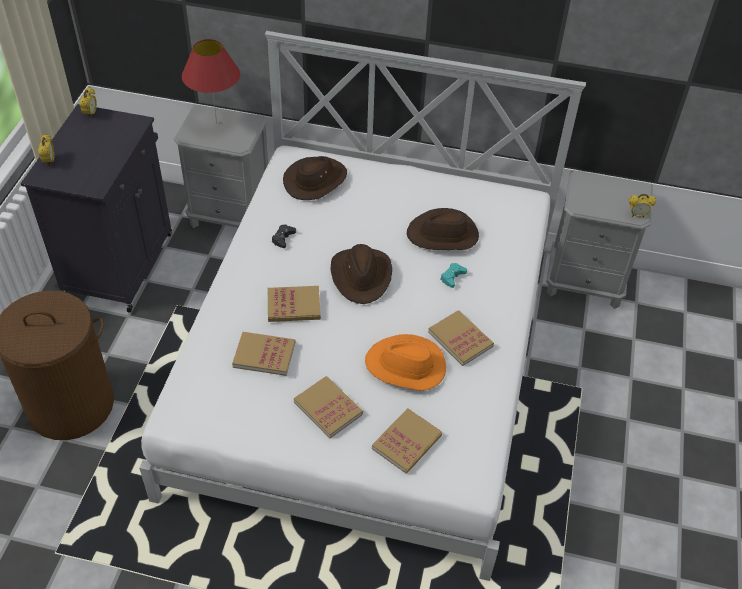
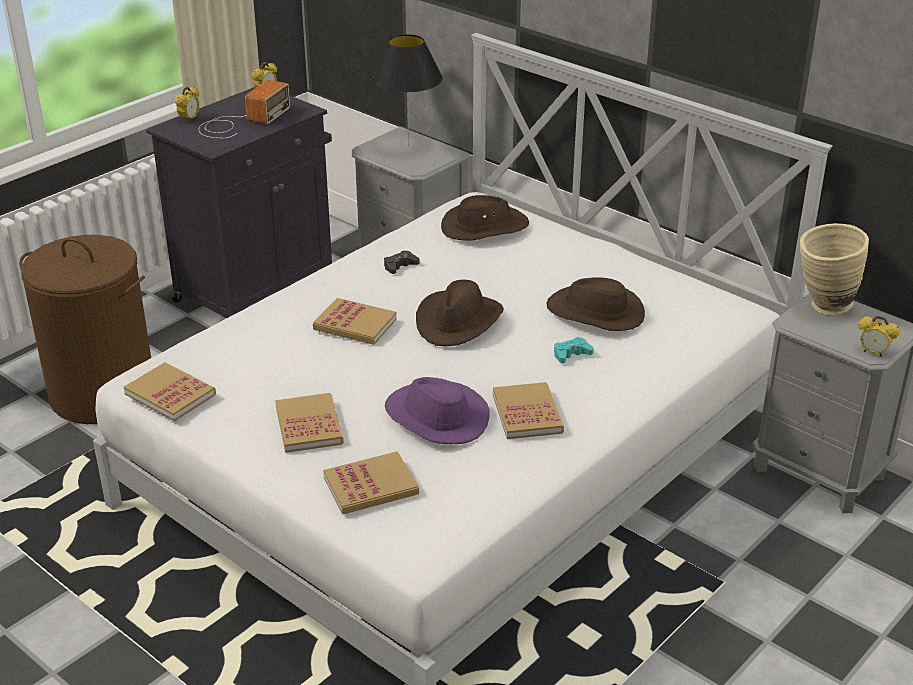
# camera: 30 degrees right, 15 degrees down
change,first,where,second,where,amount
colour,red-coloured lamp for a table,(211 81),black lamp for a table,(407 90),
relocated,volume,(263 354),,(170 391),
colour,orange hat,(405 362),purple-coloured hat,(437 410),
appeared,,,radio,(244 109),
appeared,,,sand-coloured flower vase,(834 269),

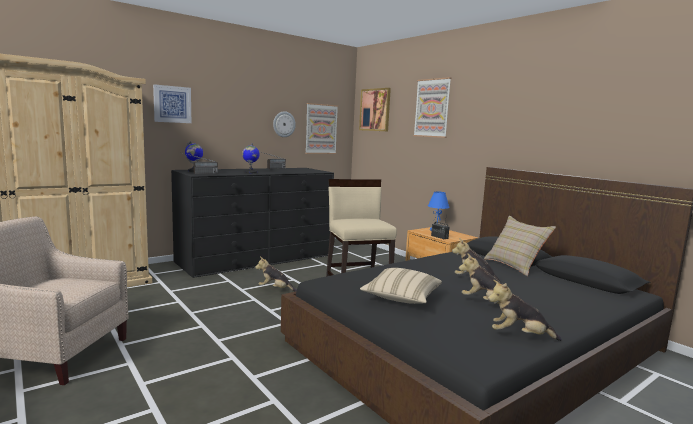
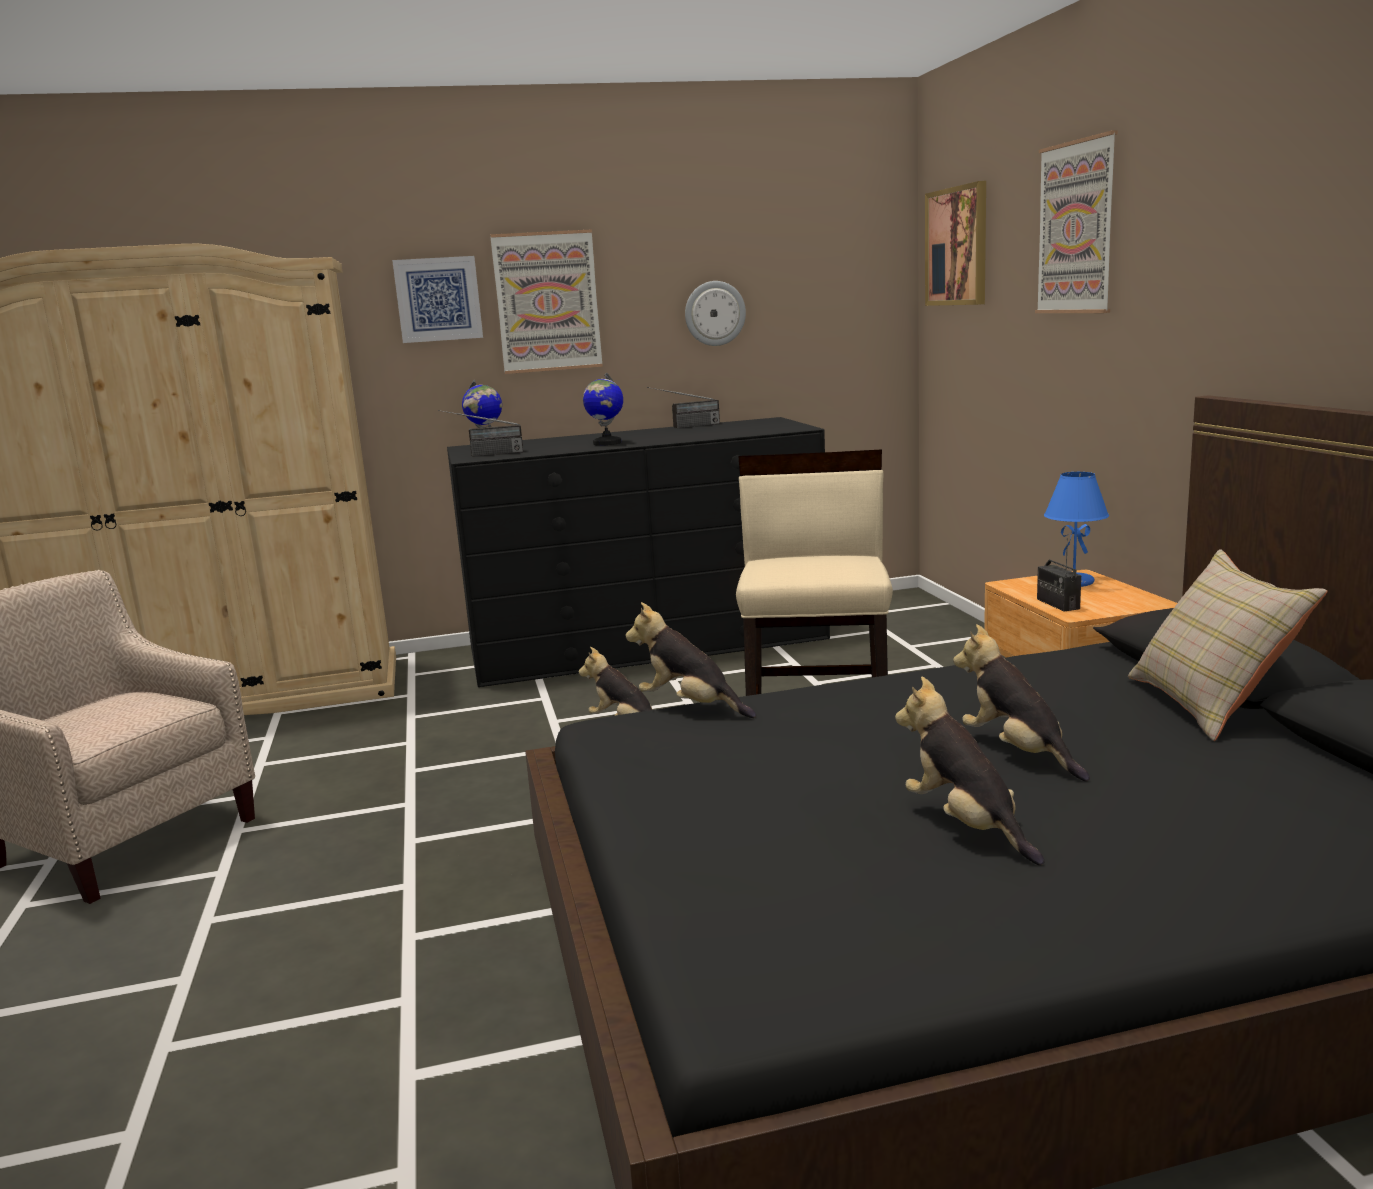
# camera: 25 degrees right, 5 degrees up
change,first,where,second,where,amount
relocated,wall art,(321 128),,(546 301),
missing,sand-coloured cushion,(401 286),,,
relocated,cuddly toy,(525 310),,(691 660),

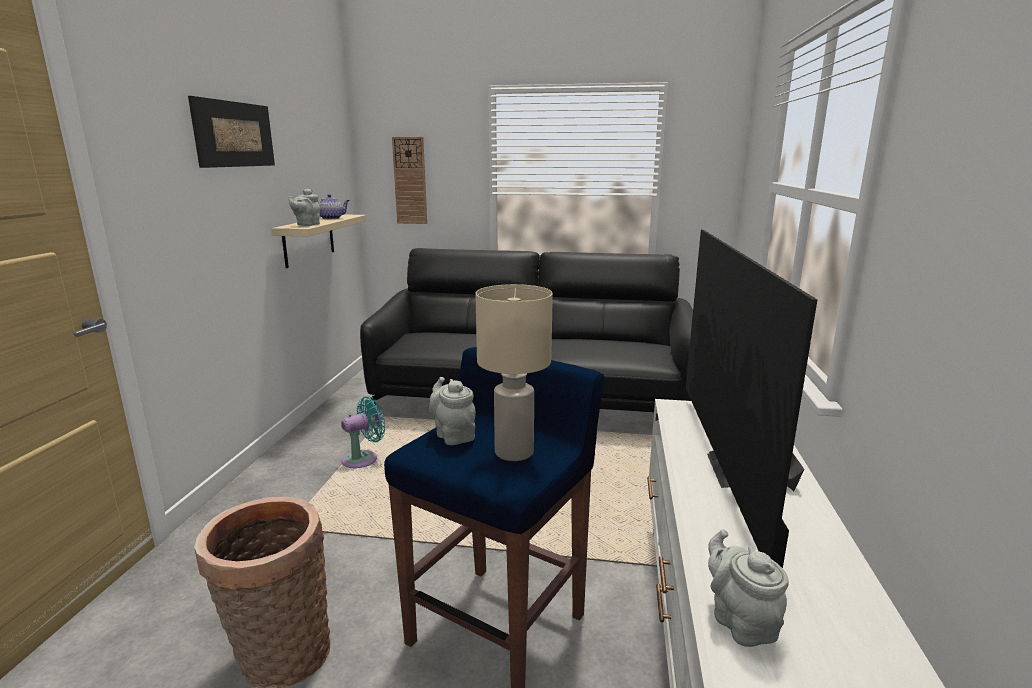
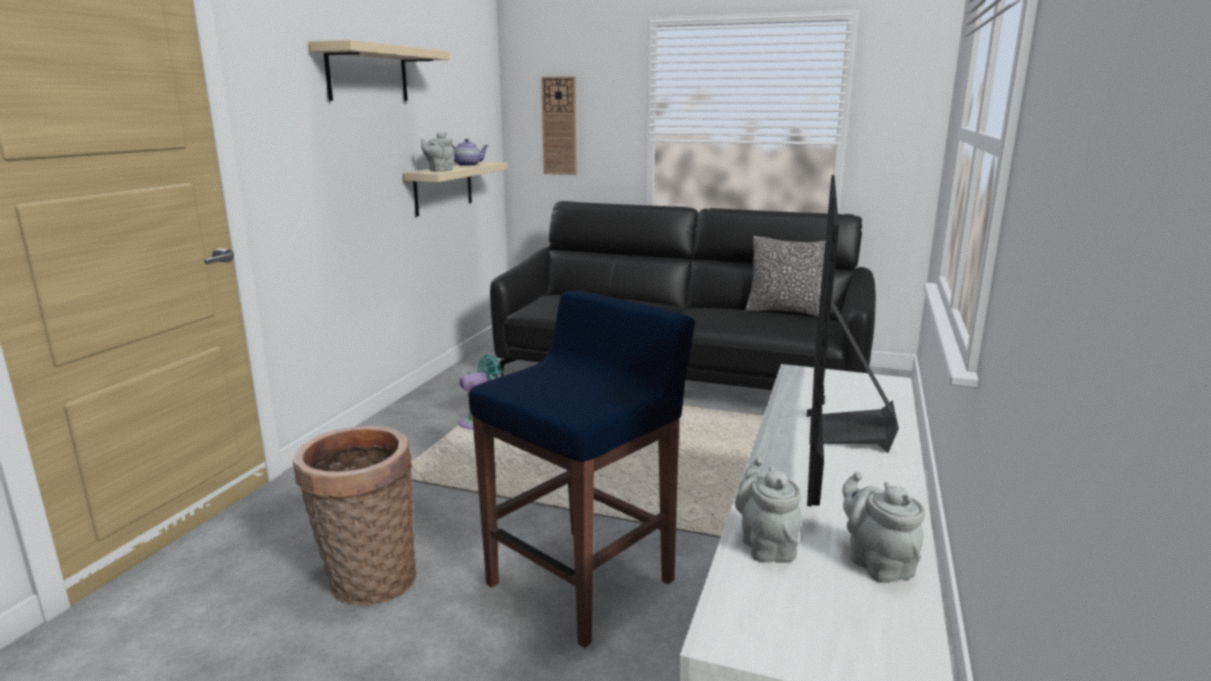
# camera: 10 degrees right, 0 degrees up
change,first,where,second,where,amount
exchanged,wall art,(231 132),sand-coloured bracket shelf,(379 70),
relocated,grey tea pot,(452 411),,(884 527),
missing,sand-coloured lamp for a table,(514 372),,,
appeared,,,cushion,(785 276),

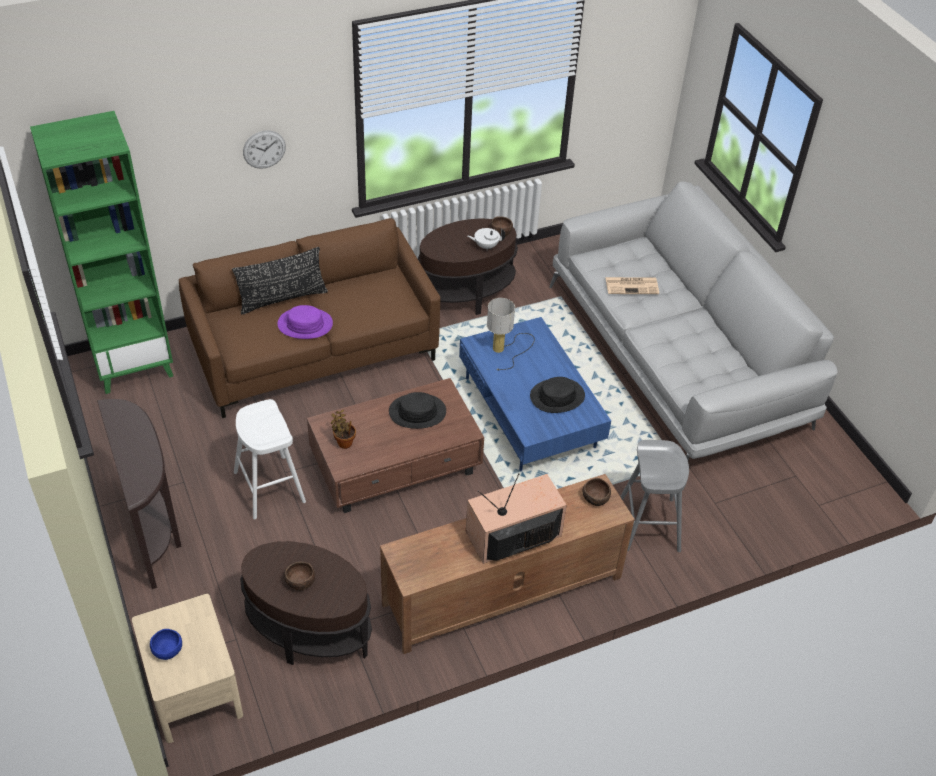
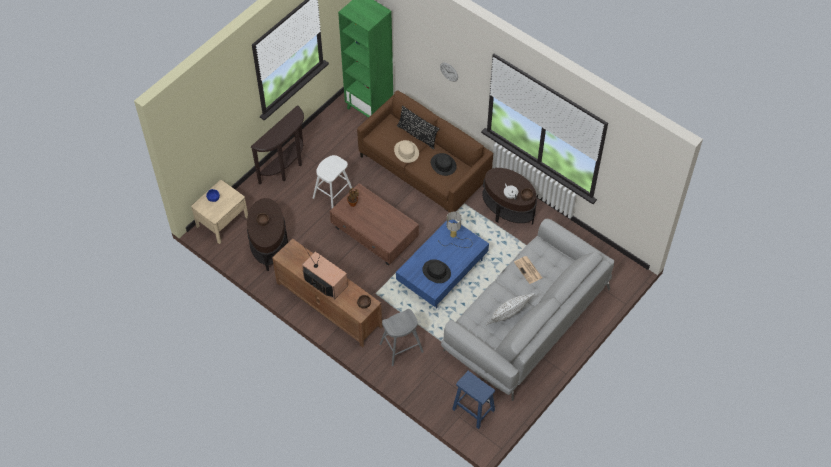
# camera: 65 degrees right, 10 degrees up
change,first,where,second,where,amount
colour,purple-coloured hat,(305 322),sand-coloured hat,(406 151),
relocated,black hat,(417 410),,(444 164),
appeared,,,blue sitting stool,(473 400),
appeared,,,white cushion,(509 309),

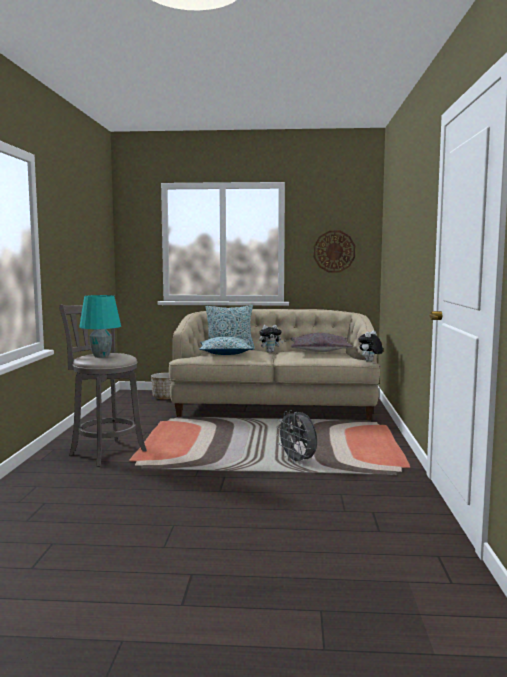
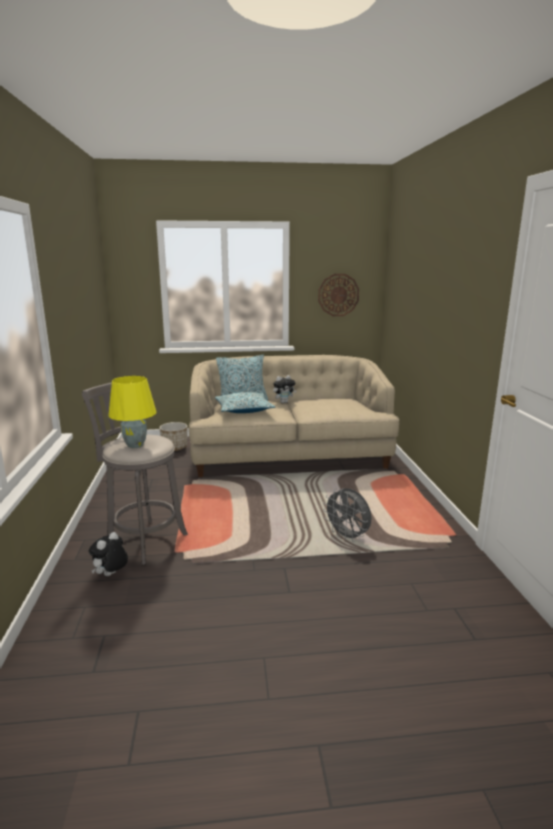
# camera: 10 degrees left, 10 degrees up
change,first,where,second,where,amount
colour,blue-green lamp for a table,(100 326),yellow lamp for a table,(132 412),
missing,grey cushion,(321 342),,,
relocated,cuddly toy,(370 346),,(108 554),

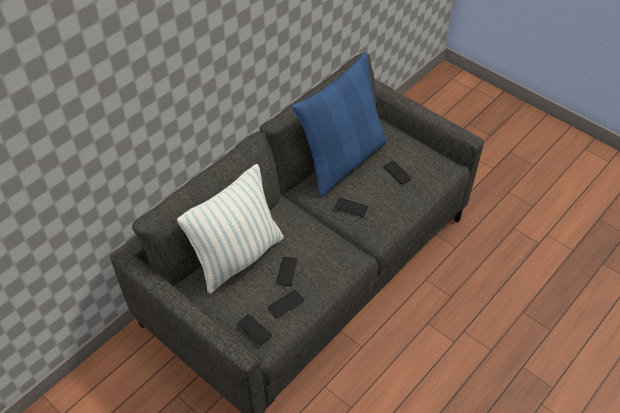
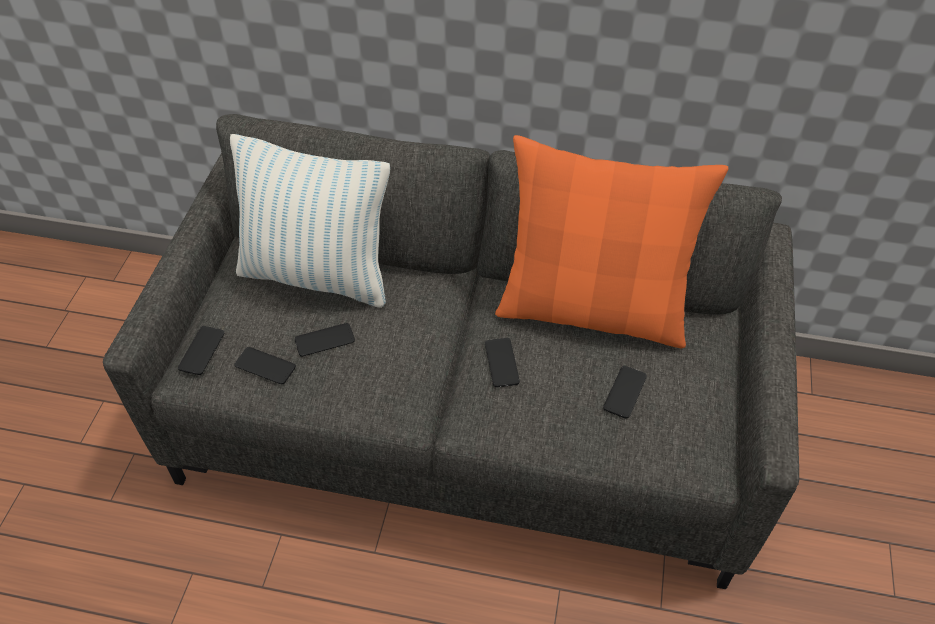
# camera: 60 degrees right, 0 degrees up
change,first,where,second,where,amount
colour,blue cushion,(340 124),orange cushion,(611 241),

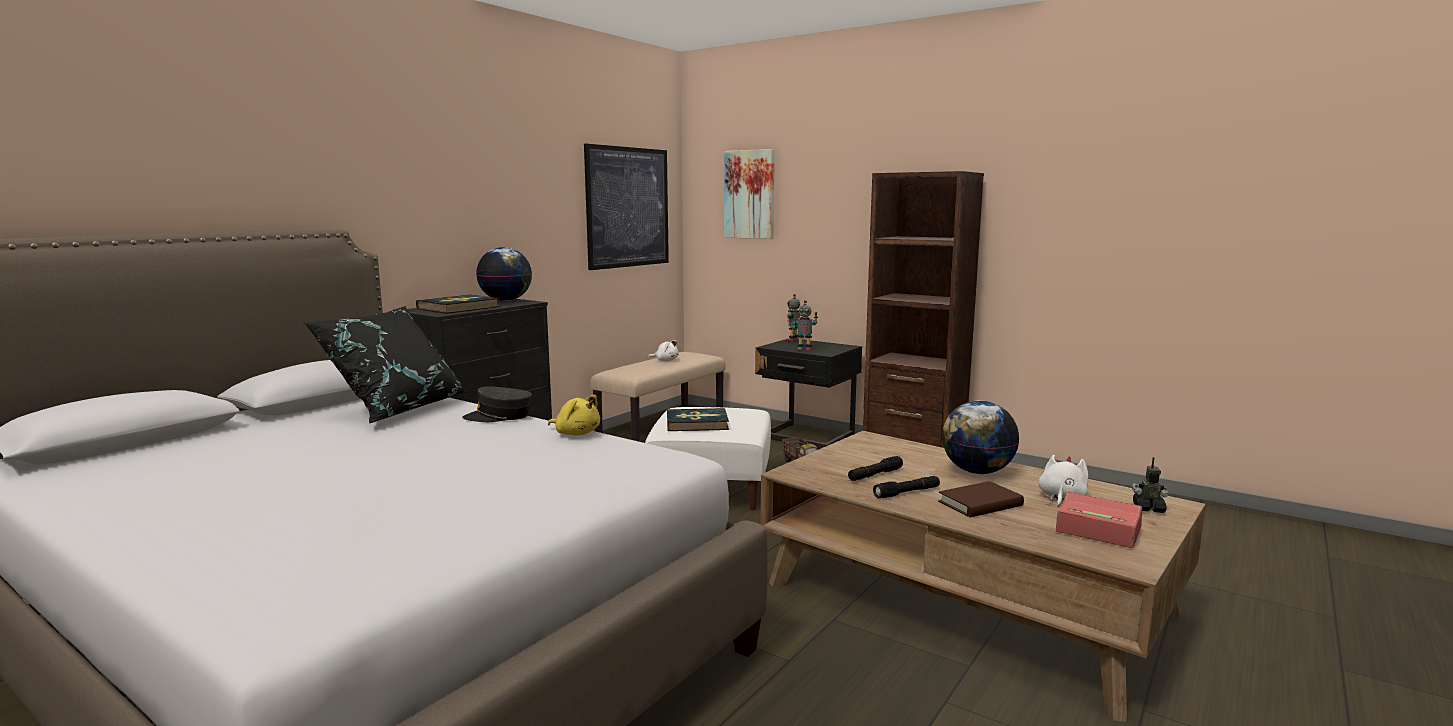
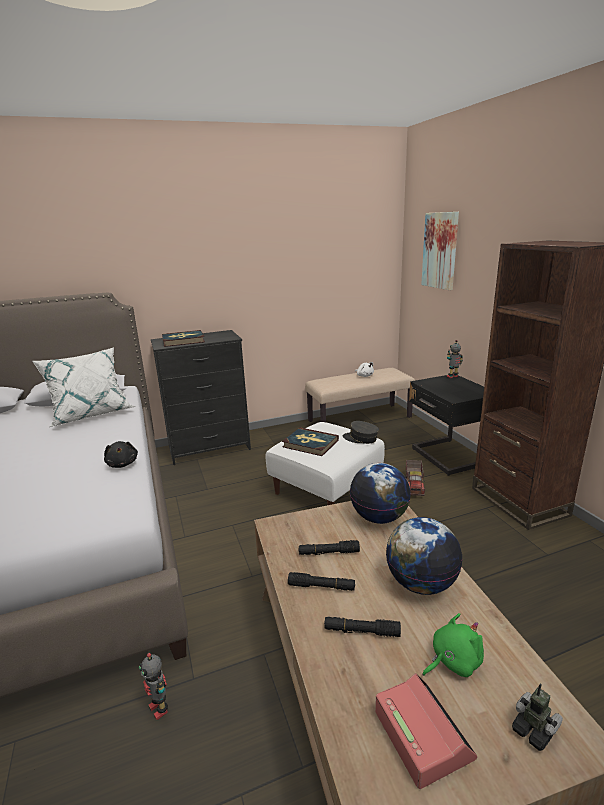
# camera: 35 degrees right, 10 degrees up
change,first,where,second,where,amount
colour,black cushion,(384 364),white cushion,(83 387),
relocated,grey cap,(497 404),,(361 432),
relocated,desk globe,(504 274),,(380 493),
colour,yellow cuddly toy,(574 415),black cuddly toy,(121 454),
missing,wall art,(626 207),,,
relocated,robot figure,(805 325),,(153 686),
exchanged,brownish volume,(981 499),black hand torch,(362 627),
colour,white cuddly toy,(1063 481),green cuddly toy,(453 645),

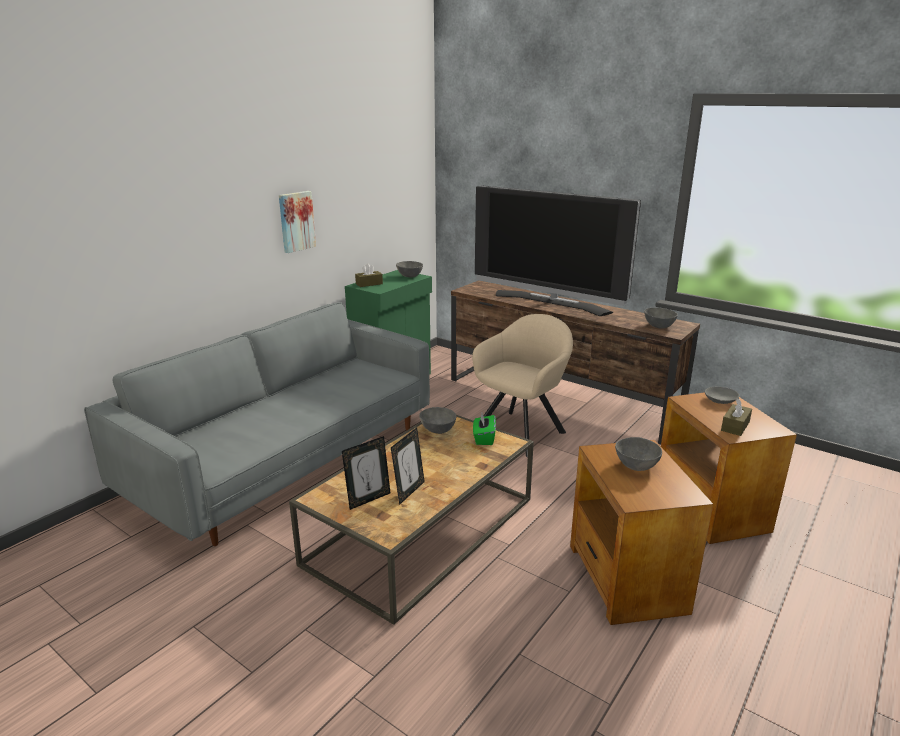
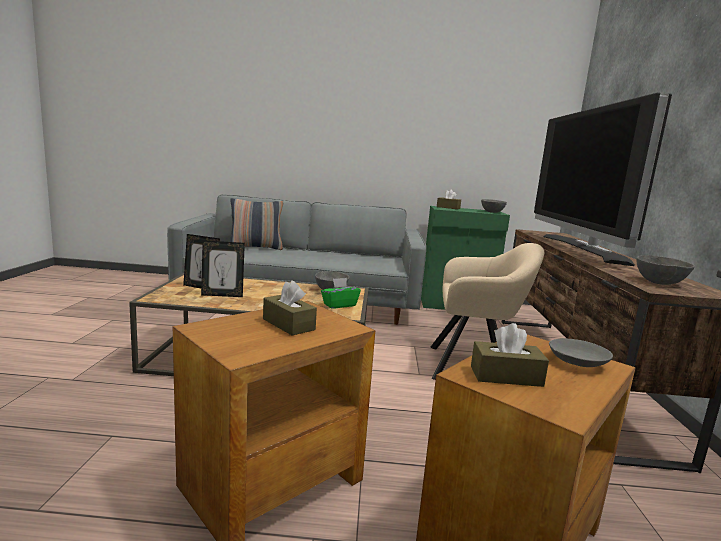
# camera: 55 degrees right, 10 degrees down
change,first,where,second,where,amount
missing,wall art,(297 222),,,
exchanged,grey bowl,(638 454),brownish tissue holder,(290 307),
appeared,,,cushion,(256 224),

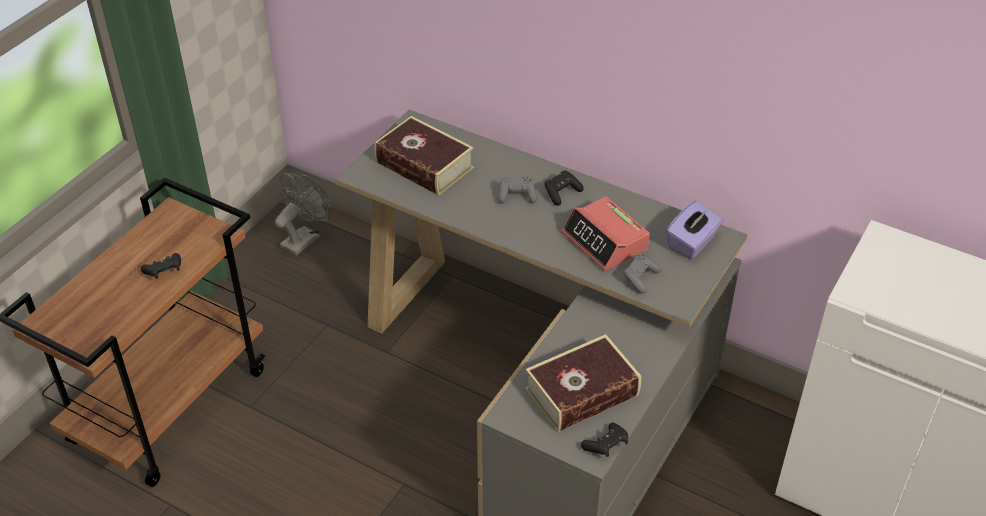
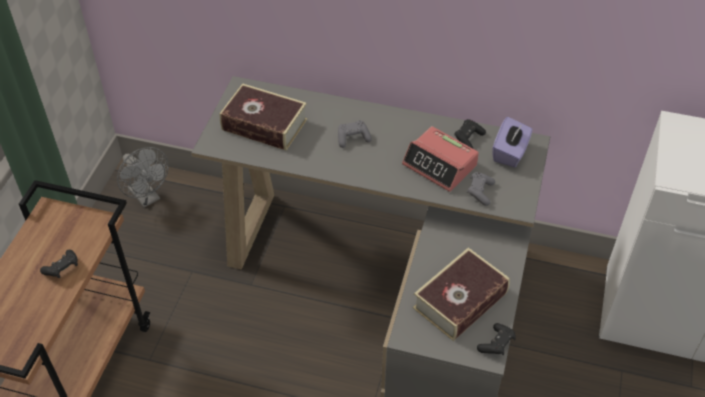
# camera: 15 degrees left, 5 degrees up
change,first,where,second,where,amount
spun,grey cooling fan,(302 214),,(142 177),120 degrees clockwise
relocated,black gamepad,(564 188),,(470 133),

